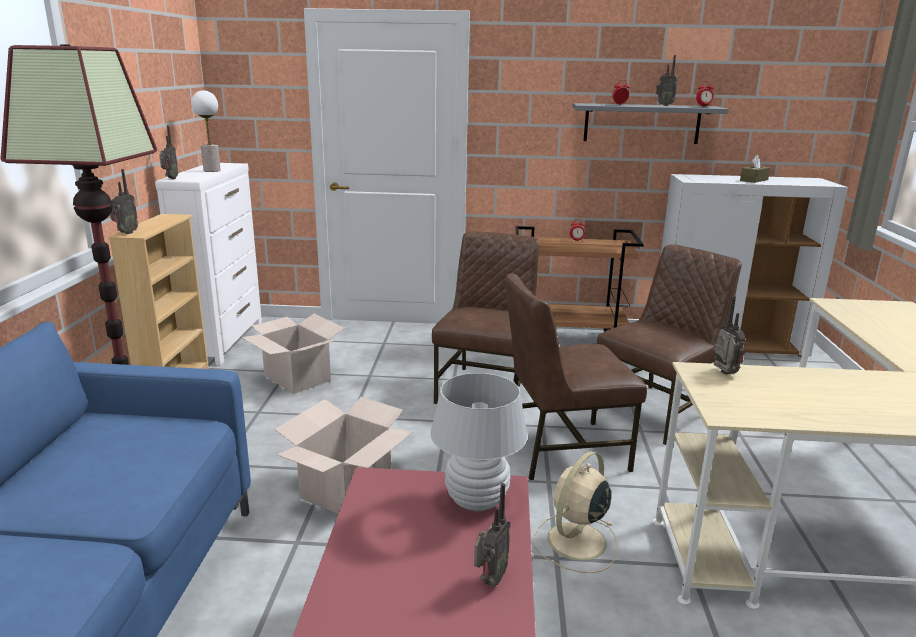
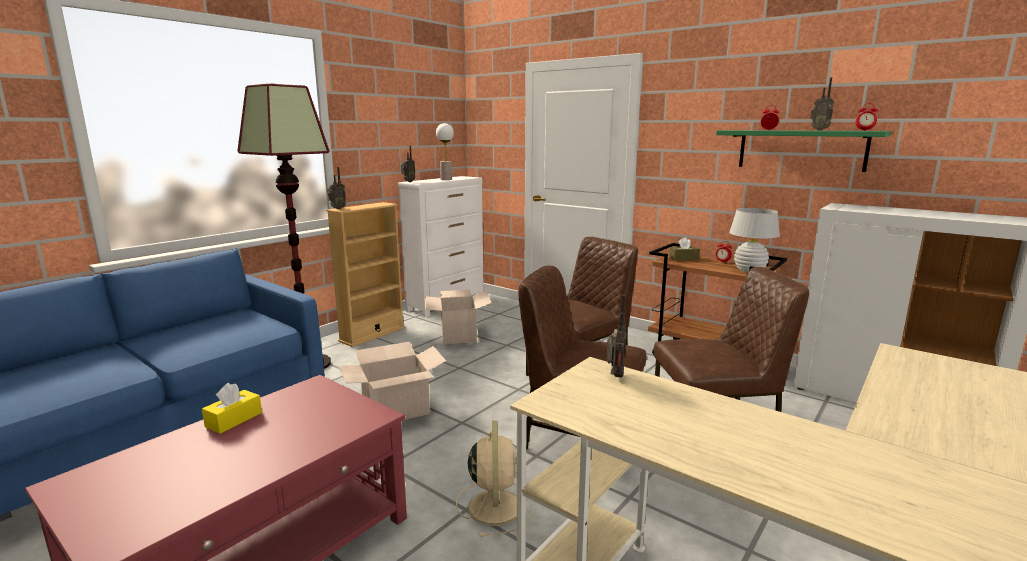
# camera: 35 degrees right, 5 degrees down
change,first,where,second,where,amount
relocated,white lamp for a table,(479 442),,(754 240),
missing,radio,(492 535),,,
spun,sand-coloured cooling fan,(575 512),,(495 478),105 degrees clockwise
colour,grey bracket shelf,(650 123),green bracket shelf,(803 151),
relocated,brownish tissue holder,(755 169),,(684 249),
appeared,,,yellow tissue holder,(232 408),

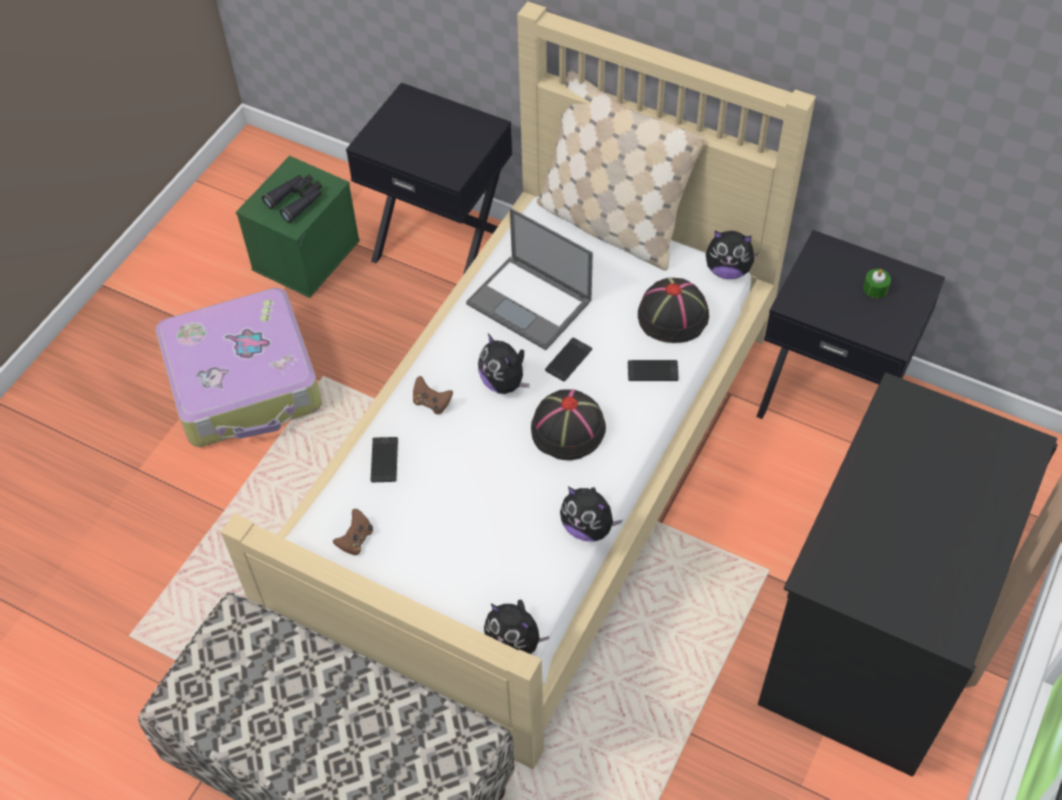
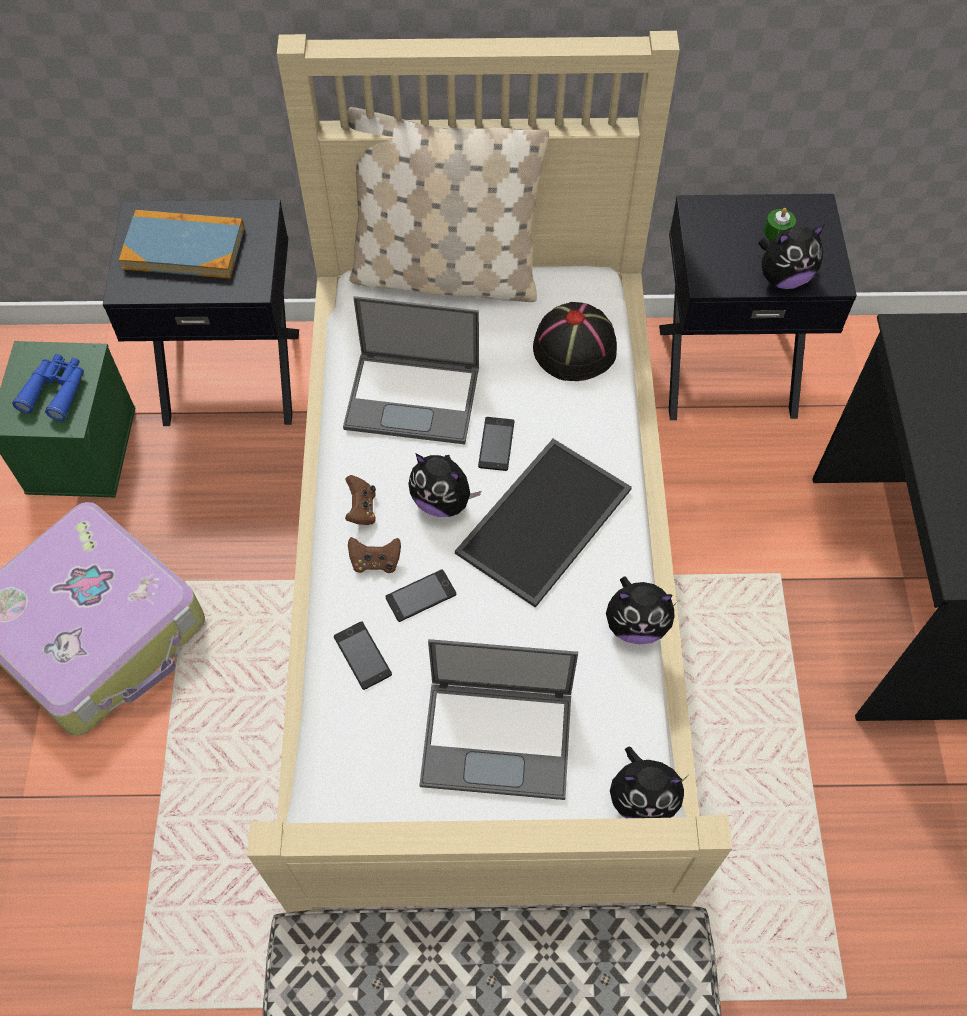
# camera: 30 degrees left, 5 degrees up
change,first,where,second,where,amount
colour,black pair of binoculars,(292 199),blue pair of binoculars,(48 387),
relocated,brownish gamepad,(353 532),,(360 500),
exchanged,black hat,(568 424),serving tray,(543 523),
relocated,handset,(653 370),,(420 595),
relocated,cuddly toy,(732 255),,(791 256),
appeared,,,volume,(182 244),
appeared,,,portable computer,(499 719),

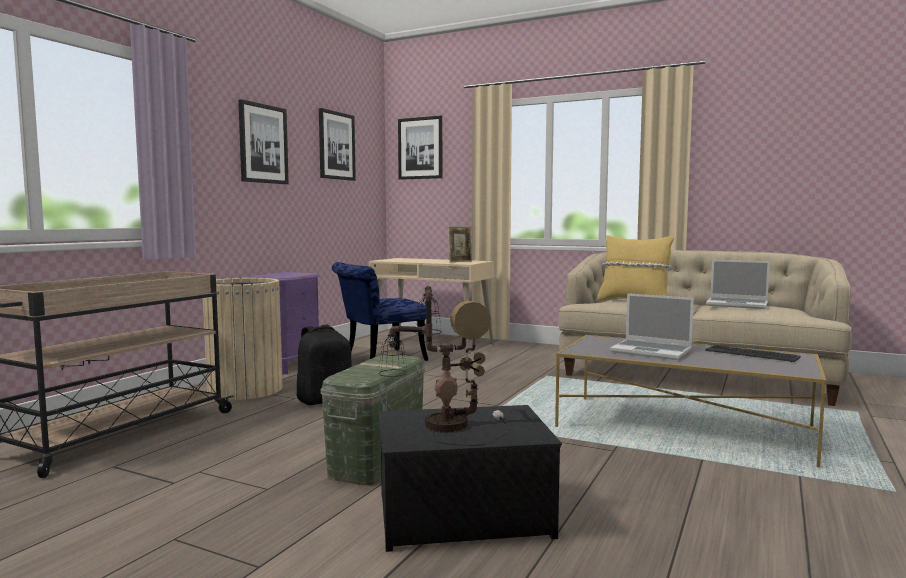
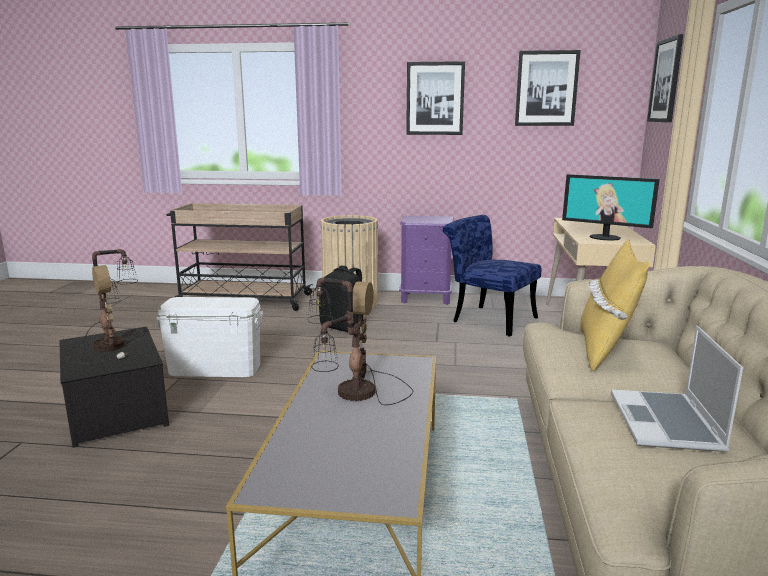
# camera: 70 degrees right, 10 degrees up
change,first,where,second,where,amount
colour,green storage box,(372 419),white storage box,(209 337),
exchanged,standing frame,(460 244),computer display,(611 207),
exchanged,portable computer,(652 326),lamp for a table,(361 341),
missing,computer keyboard,(753 353),,,

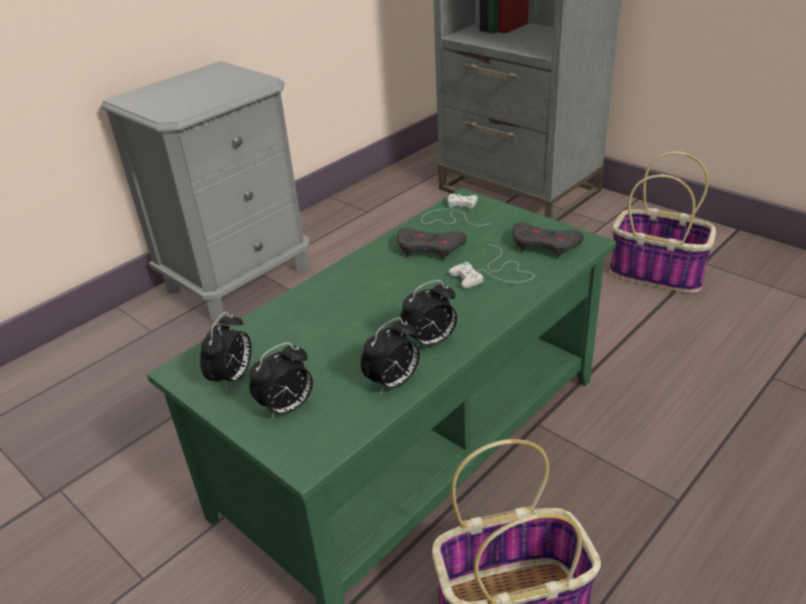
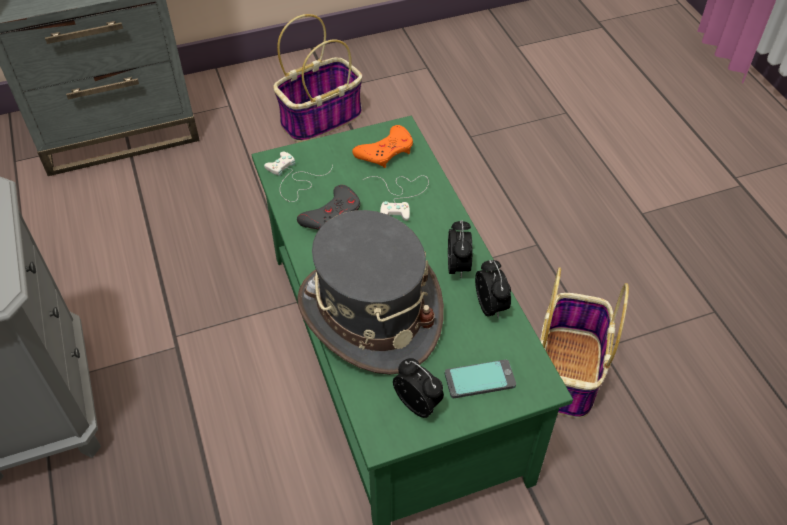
# camera: 65 degrees left, 15 degrees up
change,first,where,second,where,amount
exchanged,alarm clock,(281 380),handset,(480 378),
colour,grey gamepad,(548 240),orange gamepad,(382 146),
appeared,,,grey hat,(370 292),

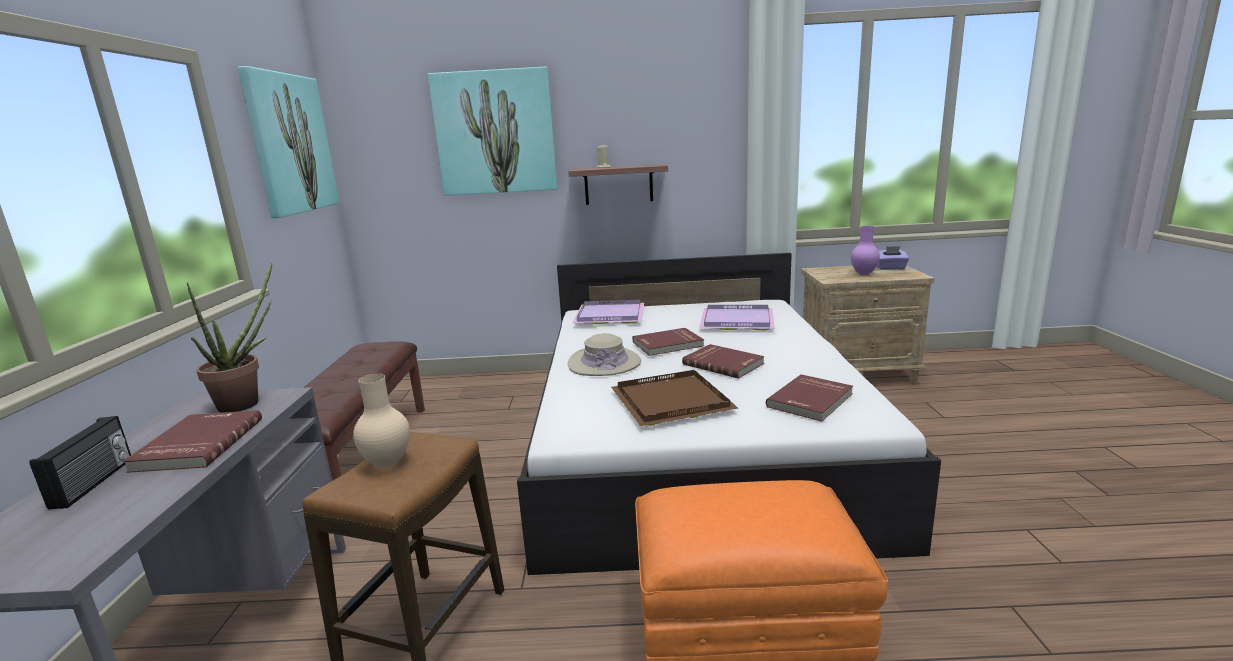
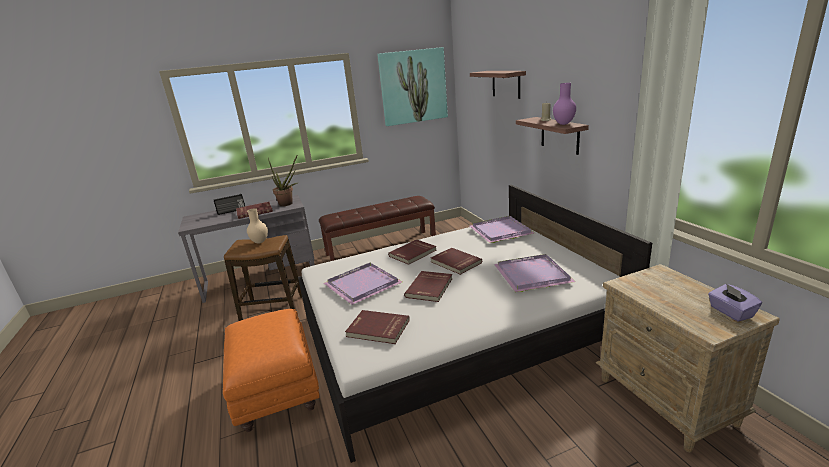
# camera: 70 degrees right, 5 degrees up
change,first,where,second,where,amount
exchanged,wall art,(492 131),bracket shelf,(498 85),
exchanged,sand-coloured hat,(604 354),red-coloured volume,(412 252),
colour,brownish serving tray,(674 398),purple-coloured serving tray,(363 284),
relocated,purple-coloured flower vase,(865 250),,(564 104),

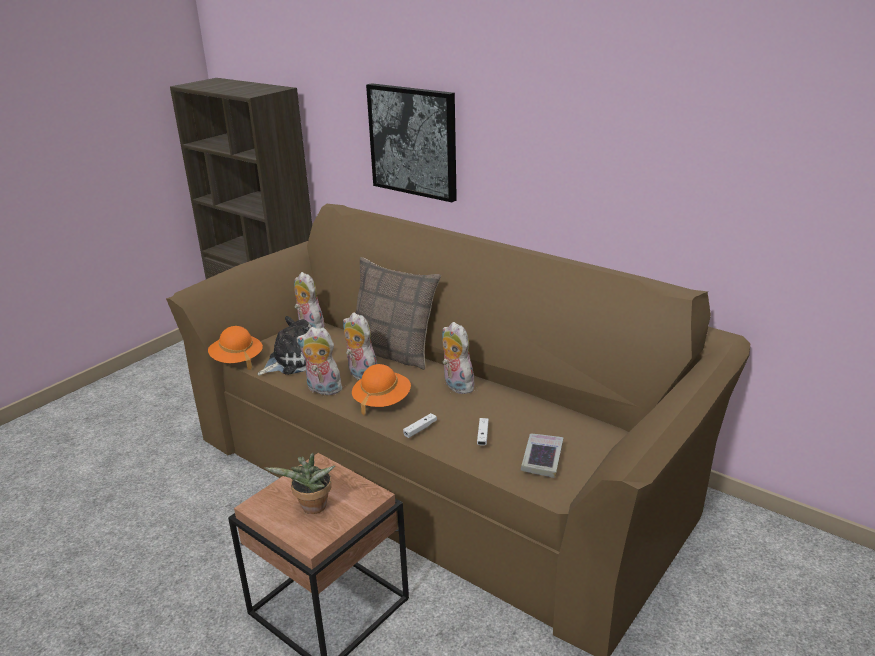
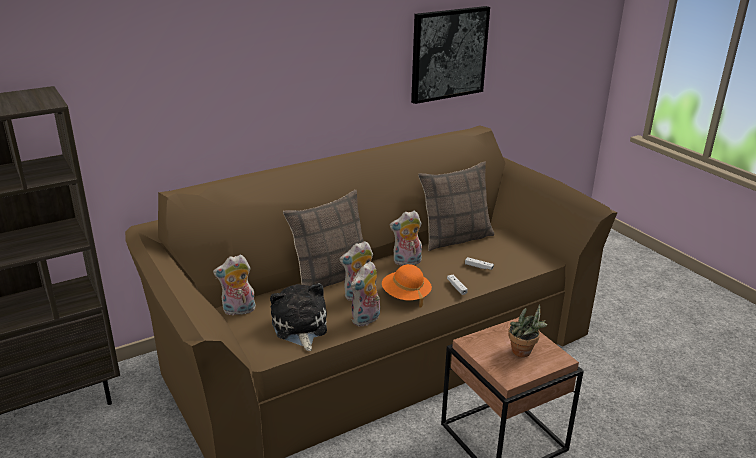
# camera: 70 degrees left, 0 degrees up
change,first,where,second,where,amount
missing,orange hat,(235 348),,,
relocated,wall art,(411 142),,(450 55),
missing,volume,(542 456),,,
appeared,,,cushion,(456 206),

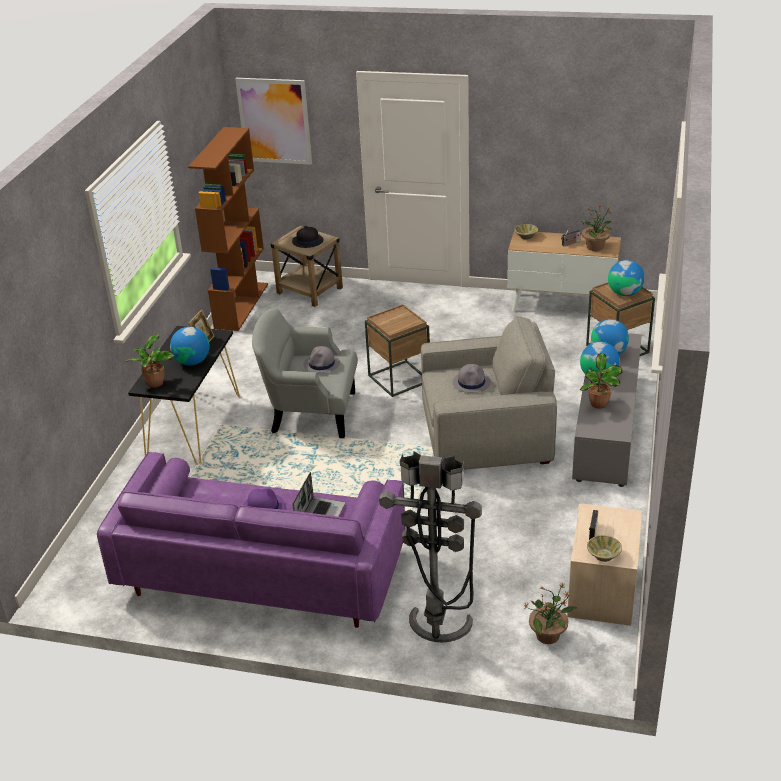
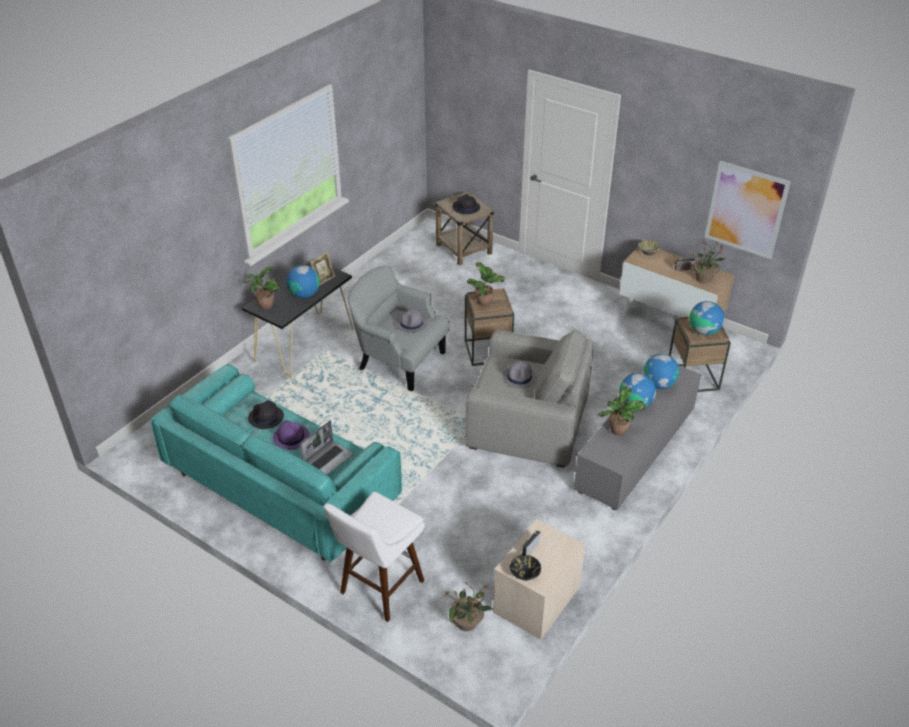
# camera: 20 degrees right, 5 degrees up
change,first,where,second,where,amount
colour,purple-coloured settee,(251 540),blue-green settee,(276 463),
missing,brownish bookshelf,(228 229),,,
relocated,wall art,(273 121),,(748 210),
exchanged,grey standard lamp,(430 546),white sitting stool,(374 556),
colour,sand-coloured bowl,(604 548),black bowl,(525 568),
appeared,,,black hat,(266 414),
appeared,,,plant in a pot,(486 284),

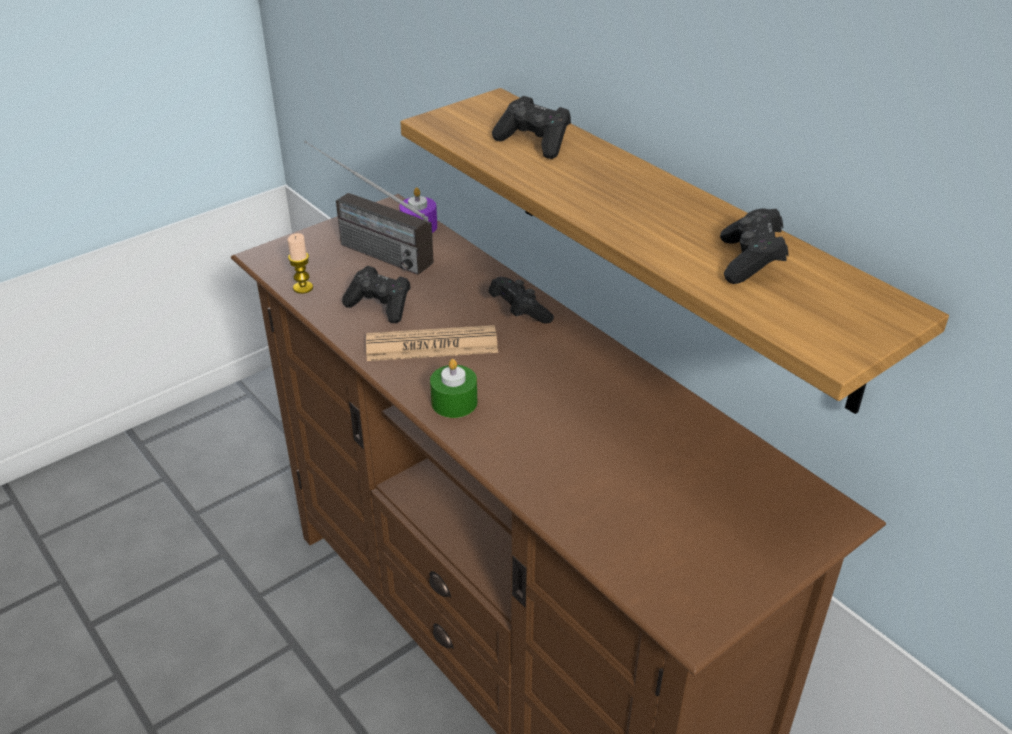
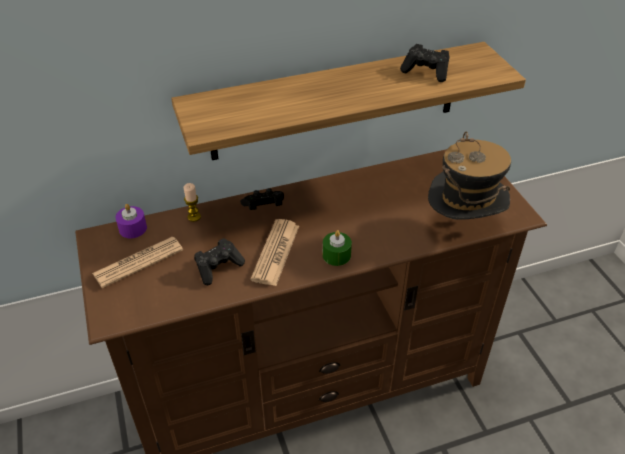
# camera: 70 degrees left, 5 degrees up
change,first,where,second,where,amount
relocated,candle,(300 263),,(192 202),
exchanged,radio,(369 208),printed paper,(137 262),
missing,black gamepad,(531 127),,,
appeared,,,hat,(469 175),

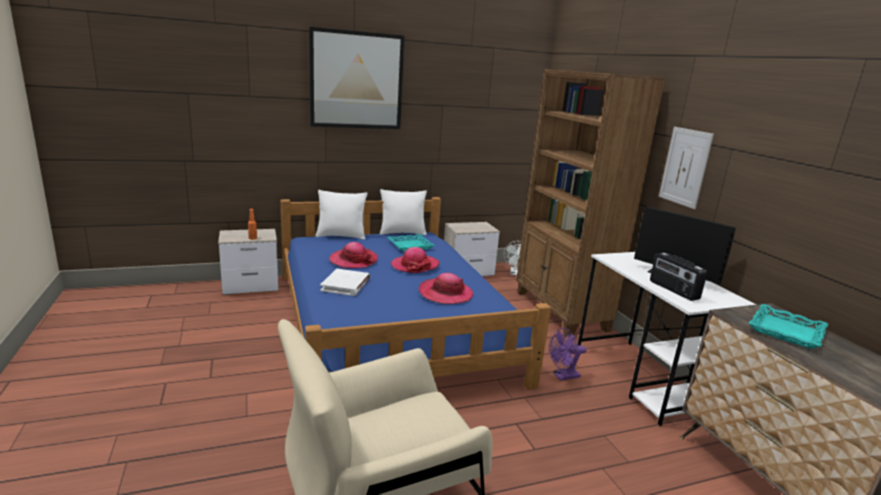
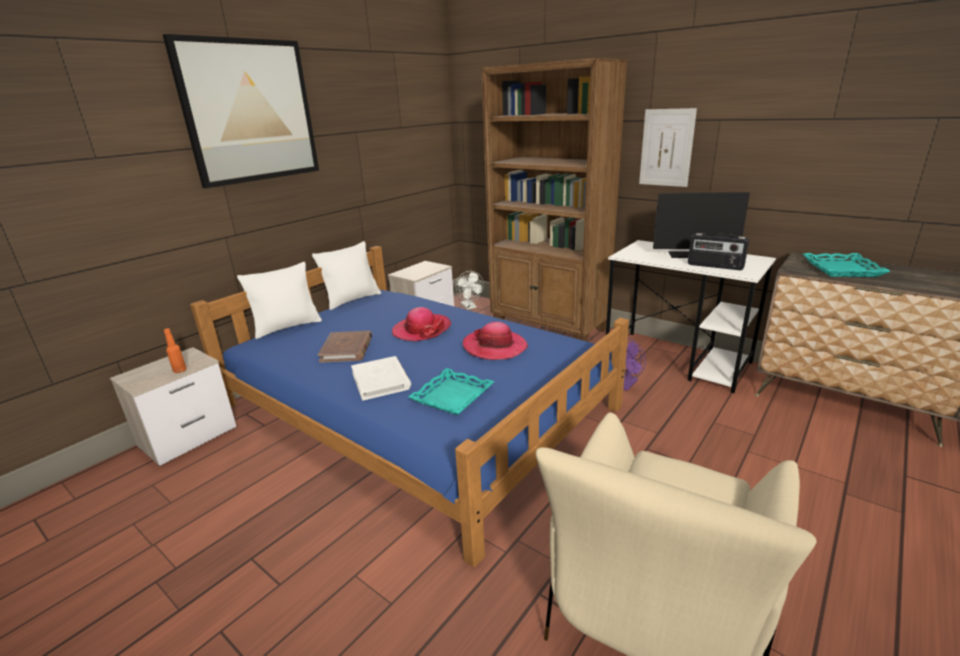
# camera: 30 degrees left, 5 degrees up
change,first,where,second,where,amount
exchanged,hat,(353 255),brownish volume,(345 347),
relocated,blue-green serving tray,(411 243),,(451 391),

